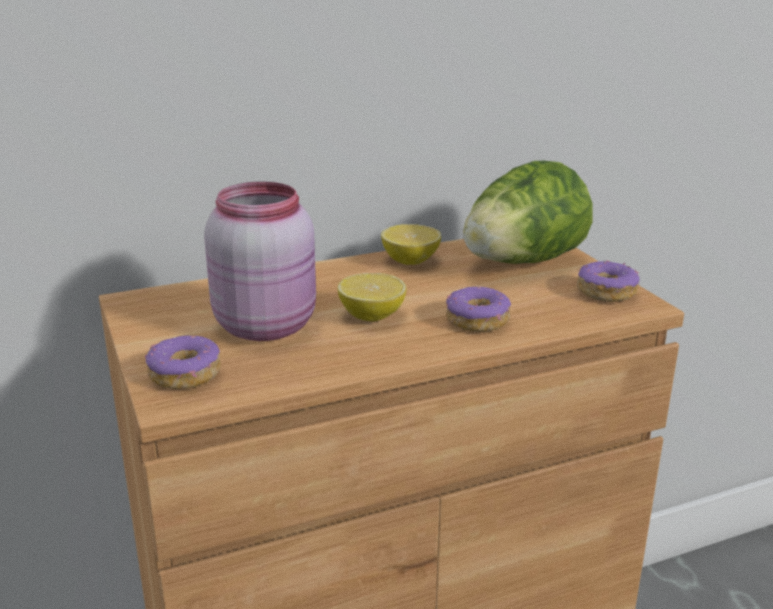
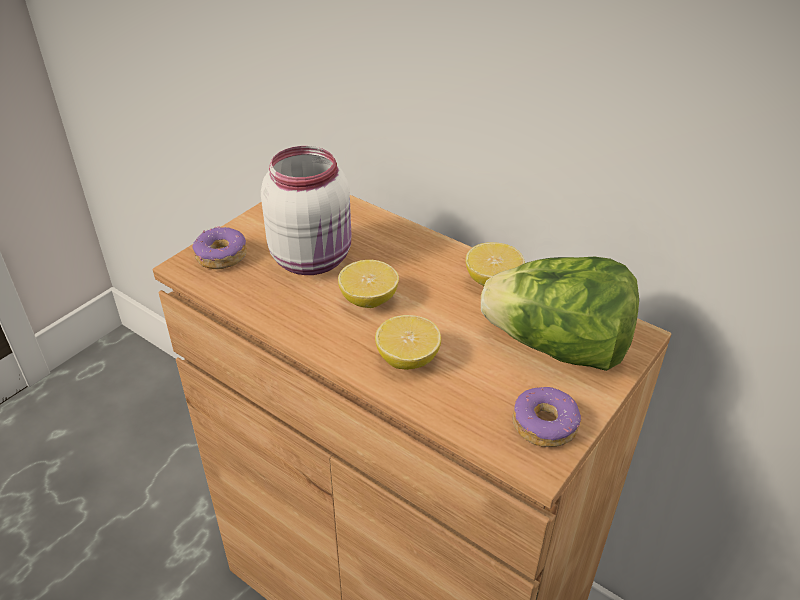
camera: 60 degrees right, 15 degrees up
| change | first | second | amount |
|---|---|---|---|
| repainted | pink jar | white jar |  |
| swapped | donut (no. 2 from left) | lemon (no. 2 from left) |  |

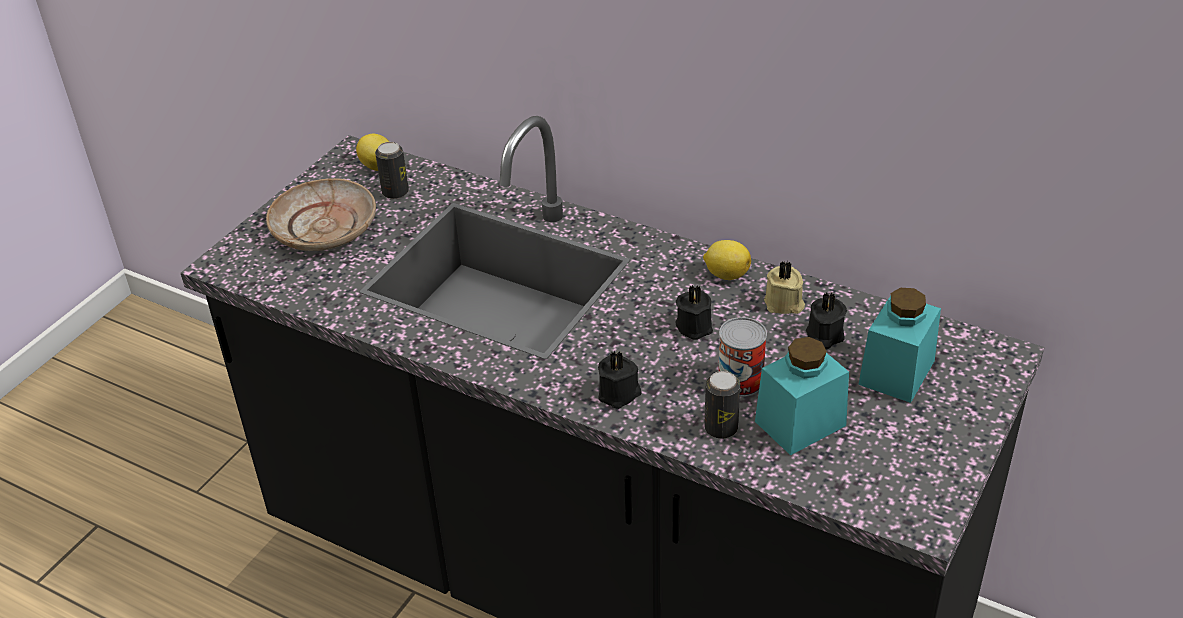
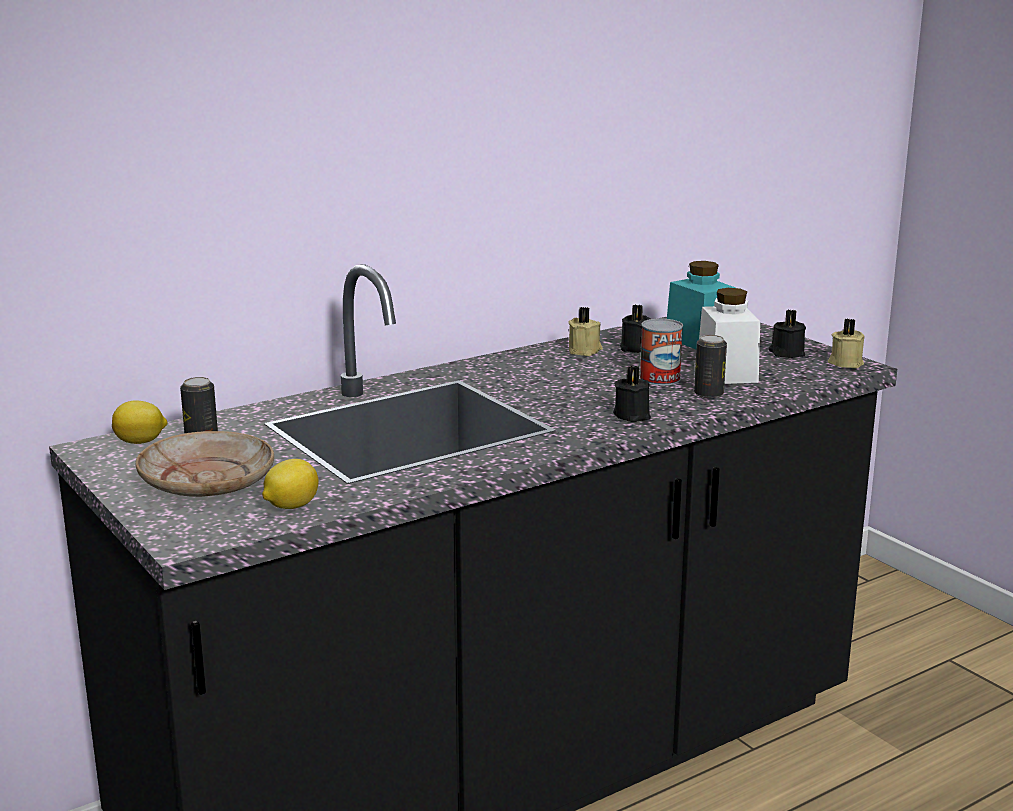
camera: 65 degrees left, 20 degrees down
| change | first | second | amount |
|---|---|---|---|
| shifted | black candle (no. 2 from left in the first image) | black candle (no. 3 from left) |  |
| shifted | lemon (no. 2 from left) |  |  |
| repainted | turquoise jar (no. 1 from left) | white jar |  |
| new |  | beige candle (no. 2 from left) |  |

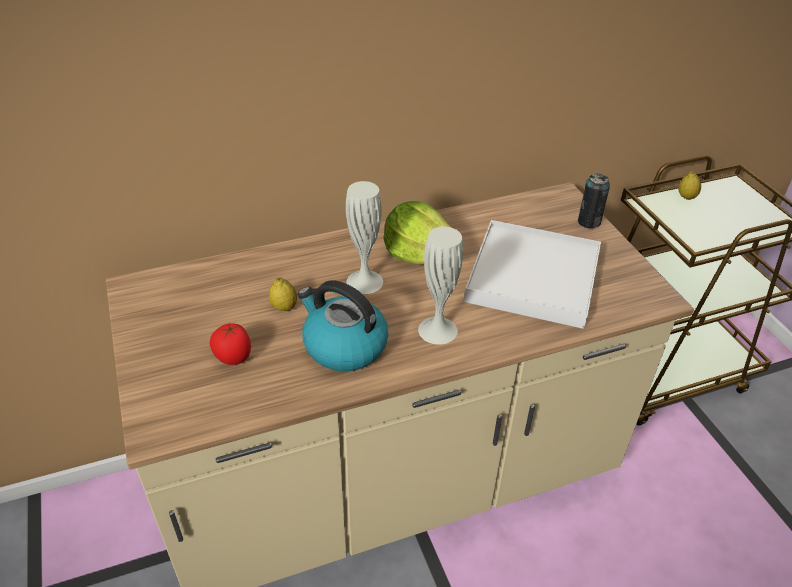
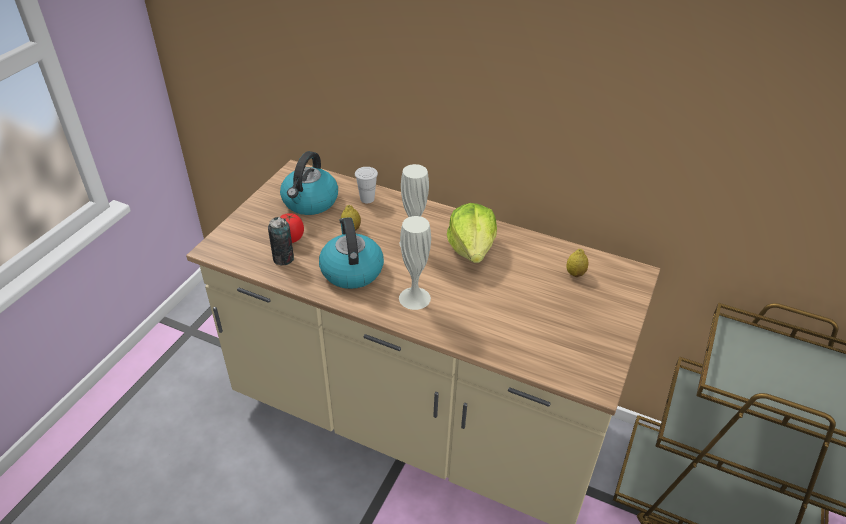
camera: 45 degrees right, 0 degrees up
| change | first | second | amount |
|---|---|---|---|
| gone | white tray |  |  |
| shifted | can |  |  |
| shifted | lemon (no. 2 from left) |  |  |
| new |  | kettle (no. 1 from left) |  |
| new |  | white cup |  |

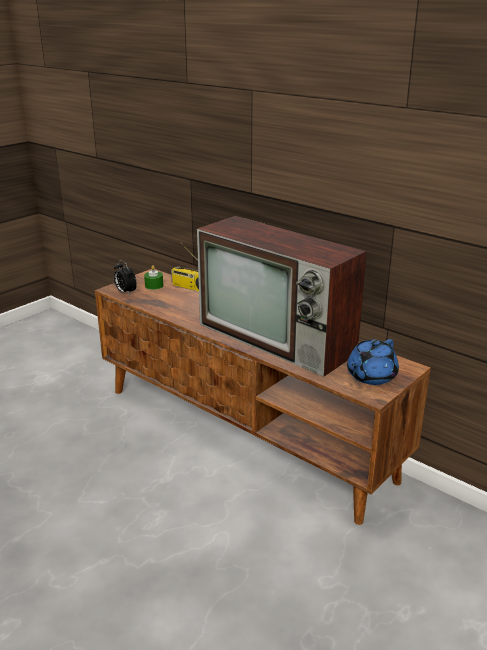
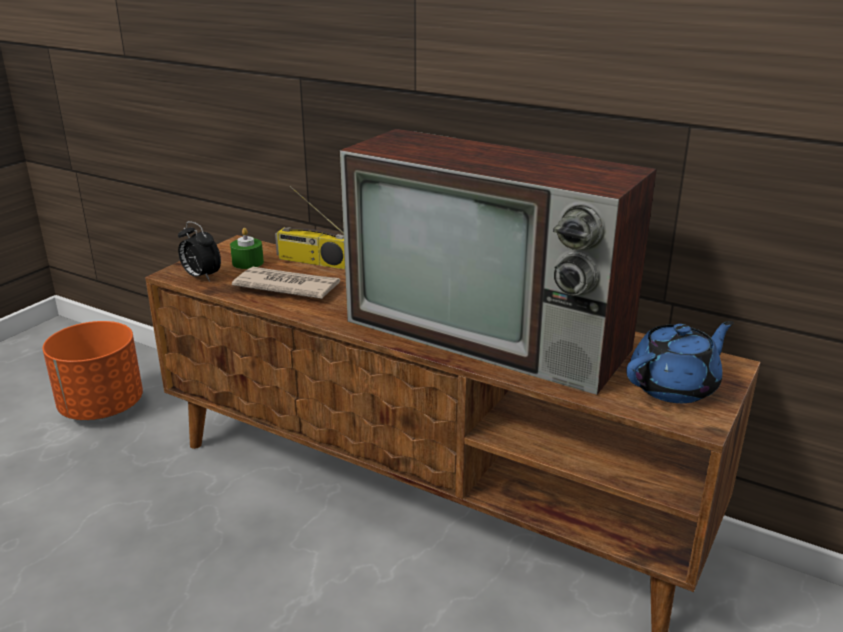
camera: 10 degrees left, 0 degrees up
| change | first | second | amount |
|---|---|---|---|
| rotated | blue teapot |  | 150 degrees counterclockwise |
| new |  | orange planter |  |
| new |  | newspaper |  |

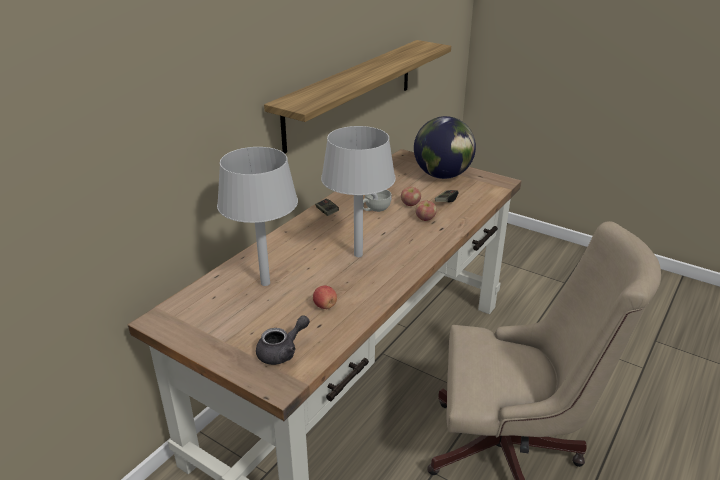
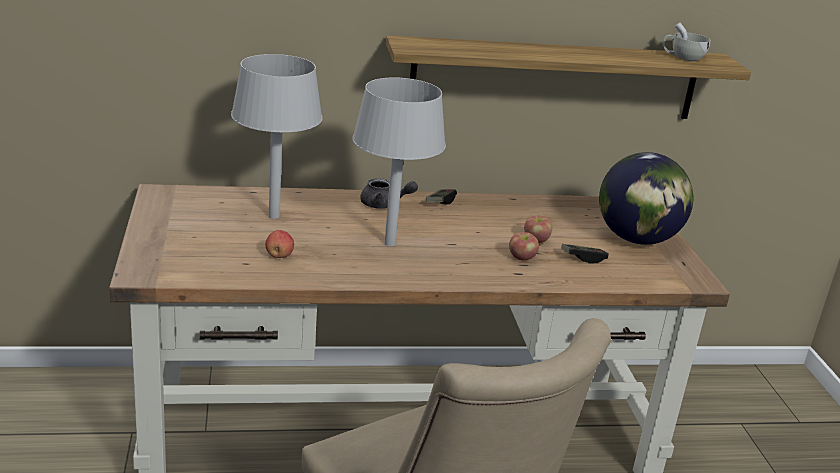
camera: 45 degrees right, 5 degrees down
| change | first | second | amount |
|---|---|---|---|
| shifted | grey teapot |  |  |
| shifted | white cup |  |  |

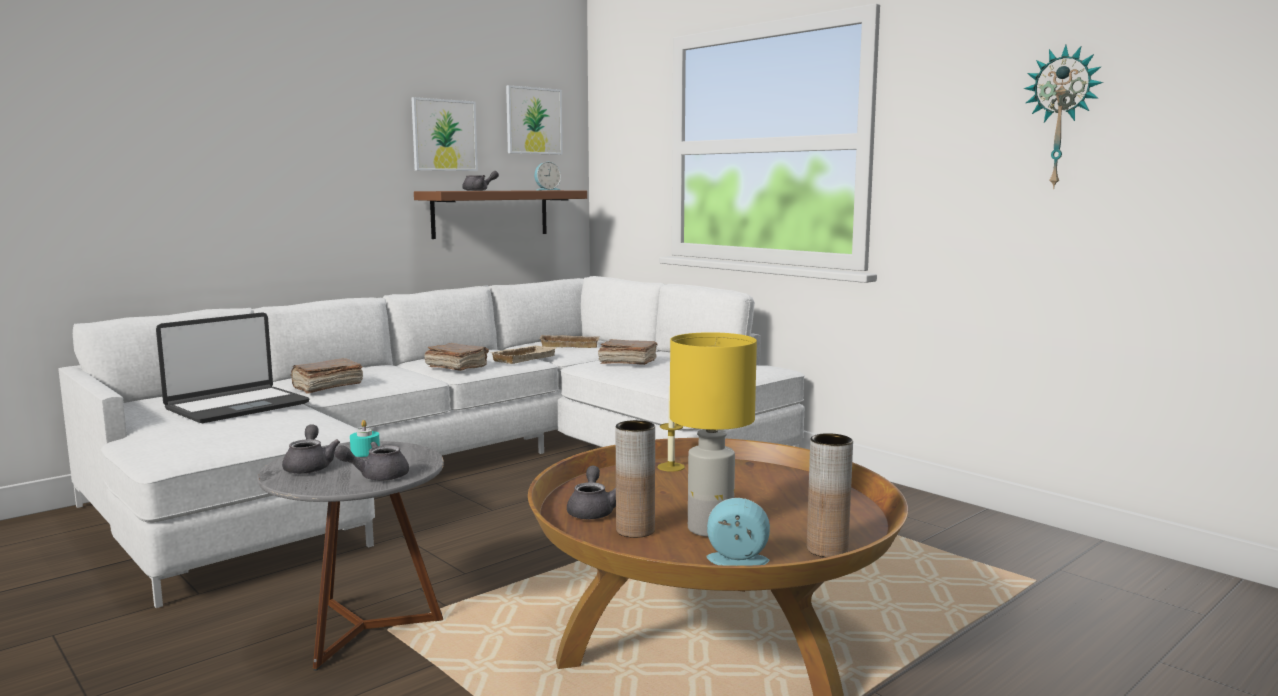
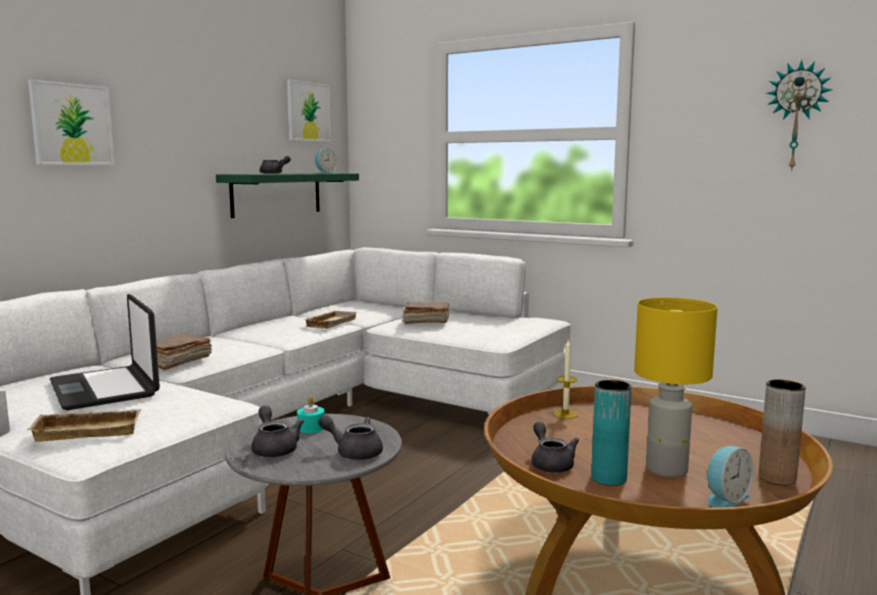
camera: 15 degrees left, 0 degrees up
| change | first | second | amount |
|---|---|---|---|
| rotated | laptop |  | 120 degrees clockwise |
| rotated | grey teapot (no. 2 from left in the first image) | grey teapot (no. 3 from left) | 60 degrees clockwise |
| shifted | picture (no. 1 from left) |  |  |
| repainted | brown shelf | green shelf |  |
| gone | brown book (no. 2 from left) |  |  |
| shifted | beige tray (no. 2 from left in the first image) | beige tray (no. 1 from left) |  |
| repainted | brown vase (no. 1 from left) | turquoise vase |  |
| rotated | alarm clock (no. 2 from left) |  | 150 degrees clockwise |

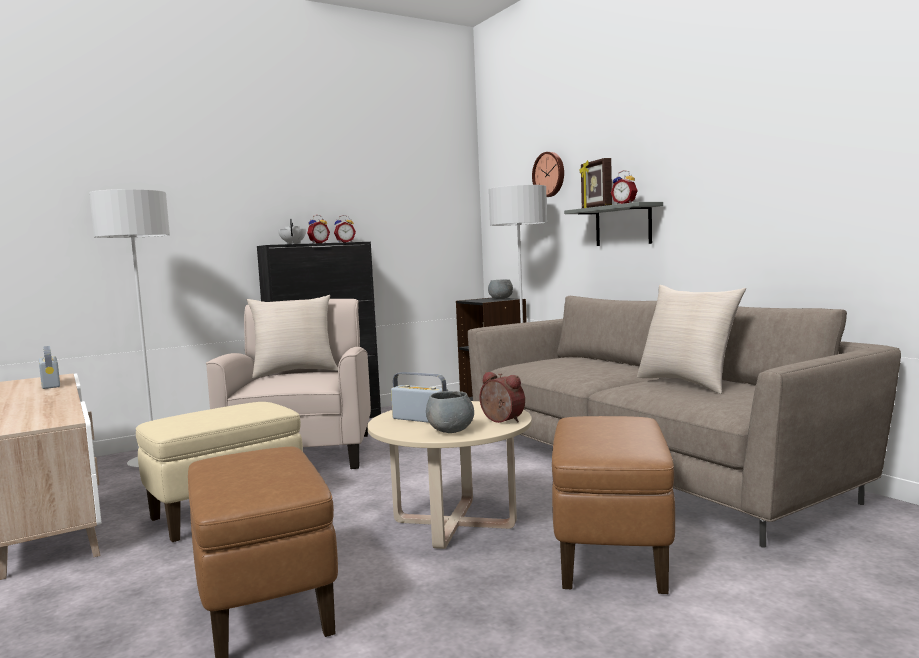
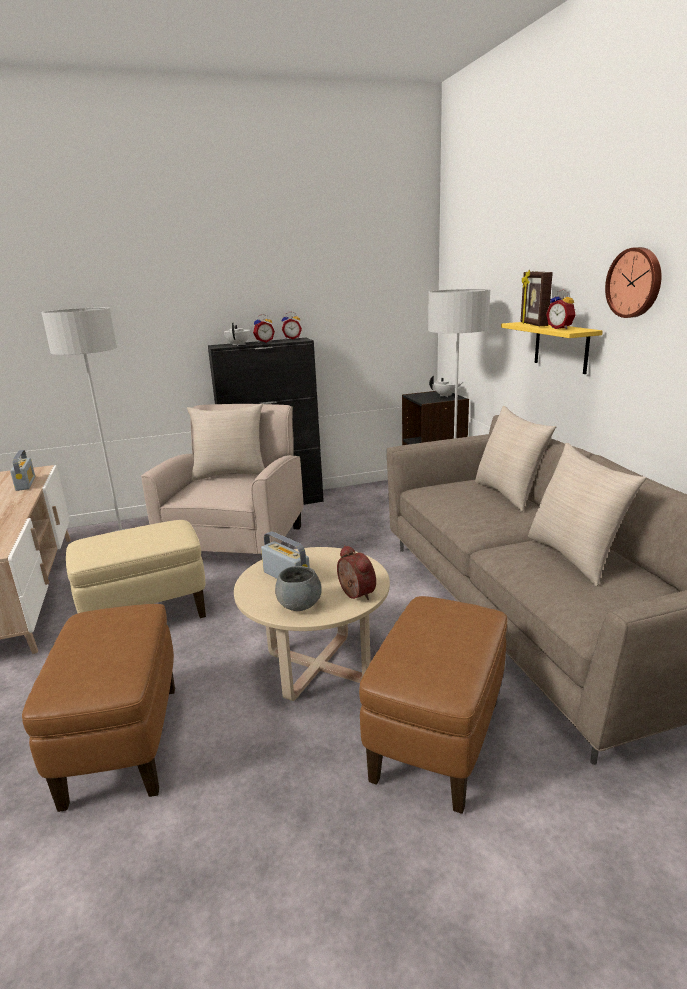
camera: 15 degrees right, 15 degrees up
| change | first | second | amount |
|---|---|---|---|
| swapped | grey bowl (no. 2 from left) | white teapot (no. 2 from left) |  |
| shifted | wall clock |  |  |
| repainted | grey shelf | yellow shelf |  |
| new |  | beige pillow (no. 2 from left) |  |

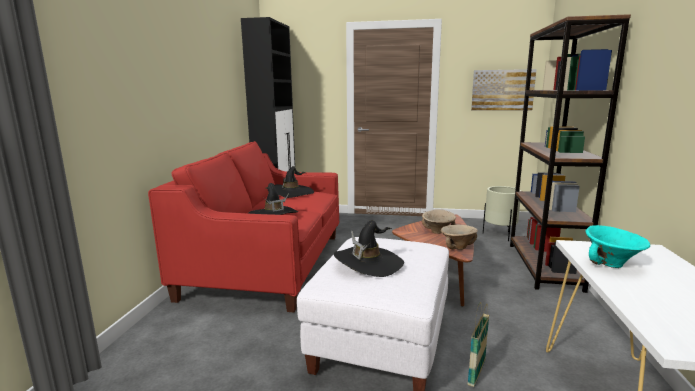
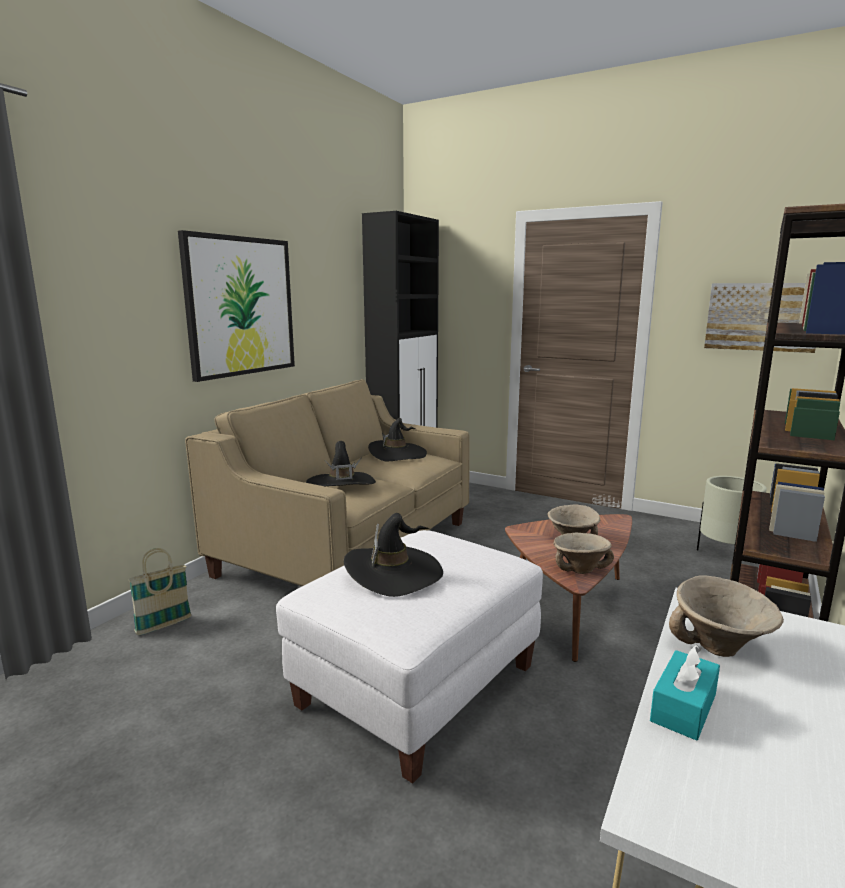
camera: 20 degrees right, 0 degrees up
| change | first | second | amount |
|---|---|---|---|
| repainted | red sofa | beige sofa |  |
| shifted | basket |  |  |
| repainted | turquoise bowl | beige bowl (no. 3 from left) |  |
| new |  | picture (no. 1 from left) |  |
| new |  | turquoise tissue box |  |

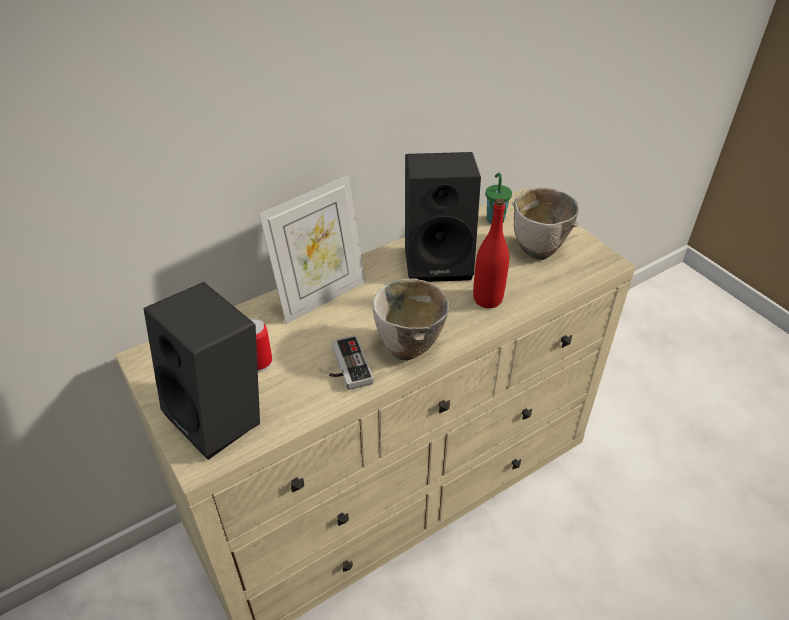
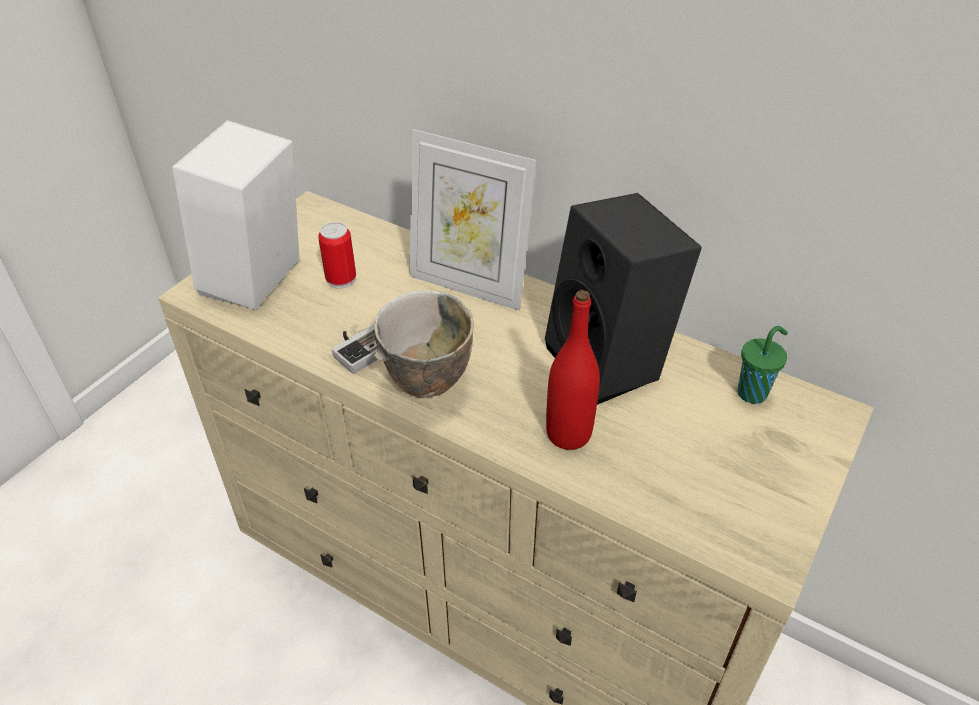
camera: 65 degrees right, 0 degrees up
| change | first | second | amount |
|---|---|---|---|
| repainted | black speaker (no. 1 from left) | white speaker |  |
| gone | bowl (no. 2 from left) |  |  |

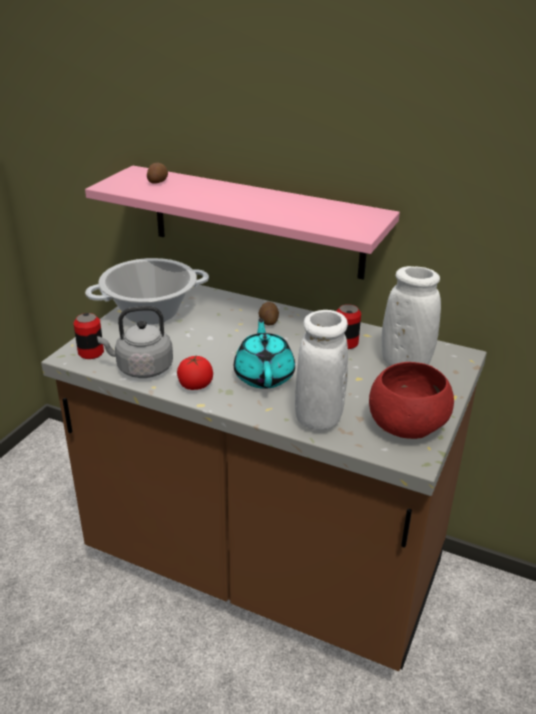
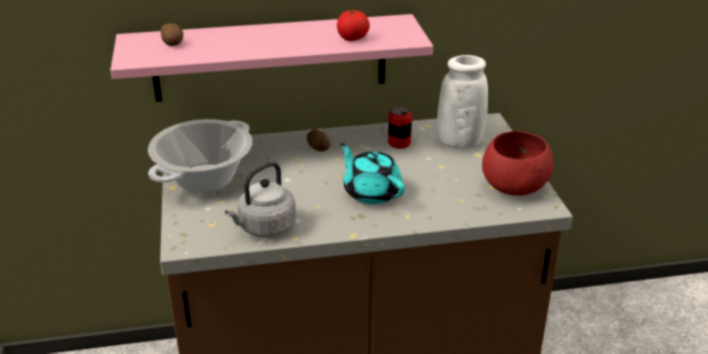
camera: 35 degrees left, 0 degrees up
| change | first | second | amount |
|---|---|---|---|
| gone | can (no. 1 from left) |  |  |
| shifted | tomato |  |  |
| gone | white vase (no. 1 from left) |  |  |

